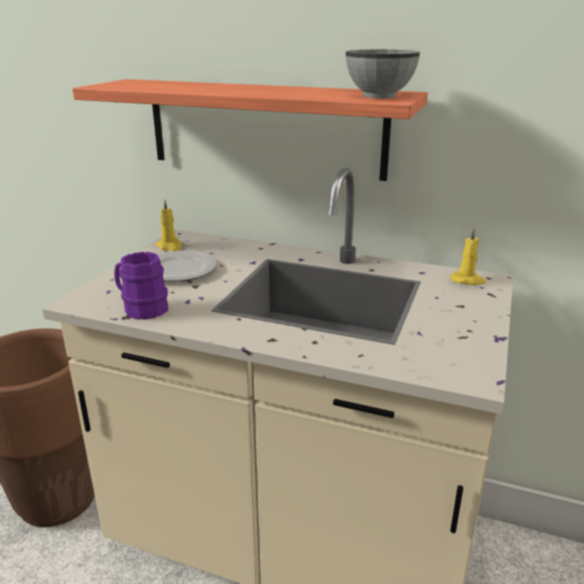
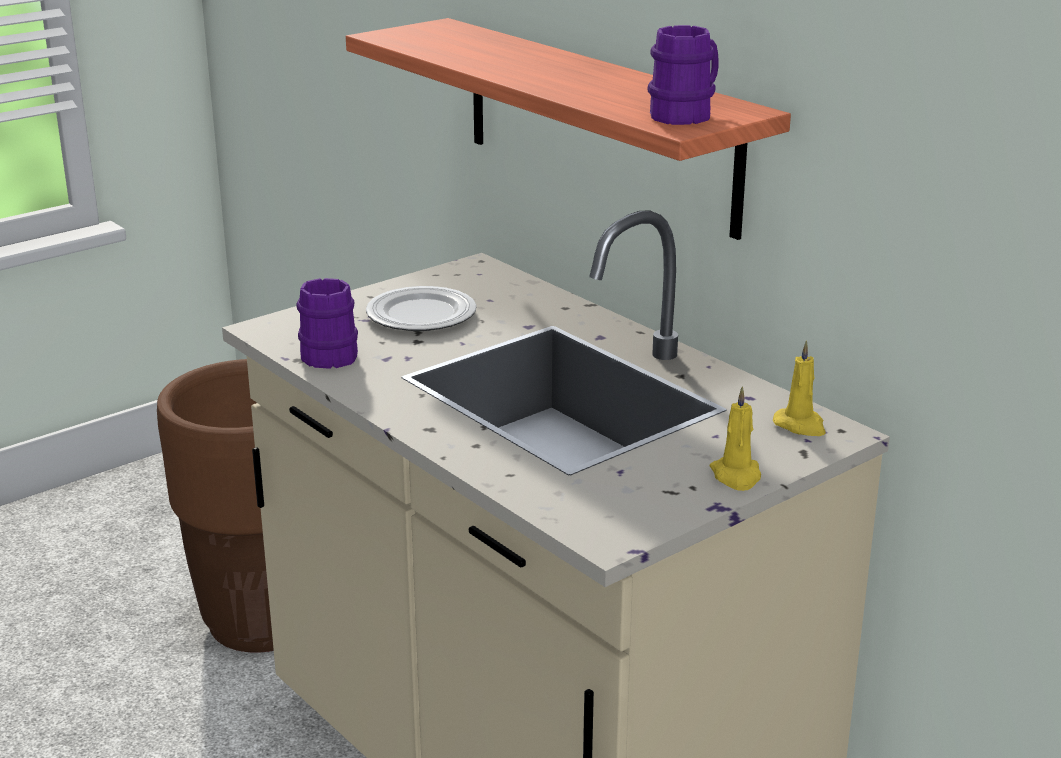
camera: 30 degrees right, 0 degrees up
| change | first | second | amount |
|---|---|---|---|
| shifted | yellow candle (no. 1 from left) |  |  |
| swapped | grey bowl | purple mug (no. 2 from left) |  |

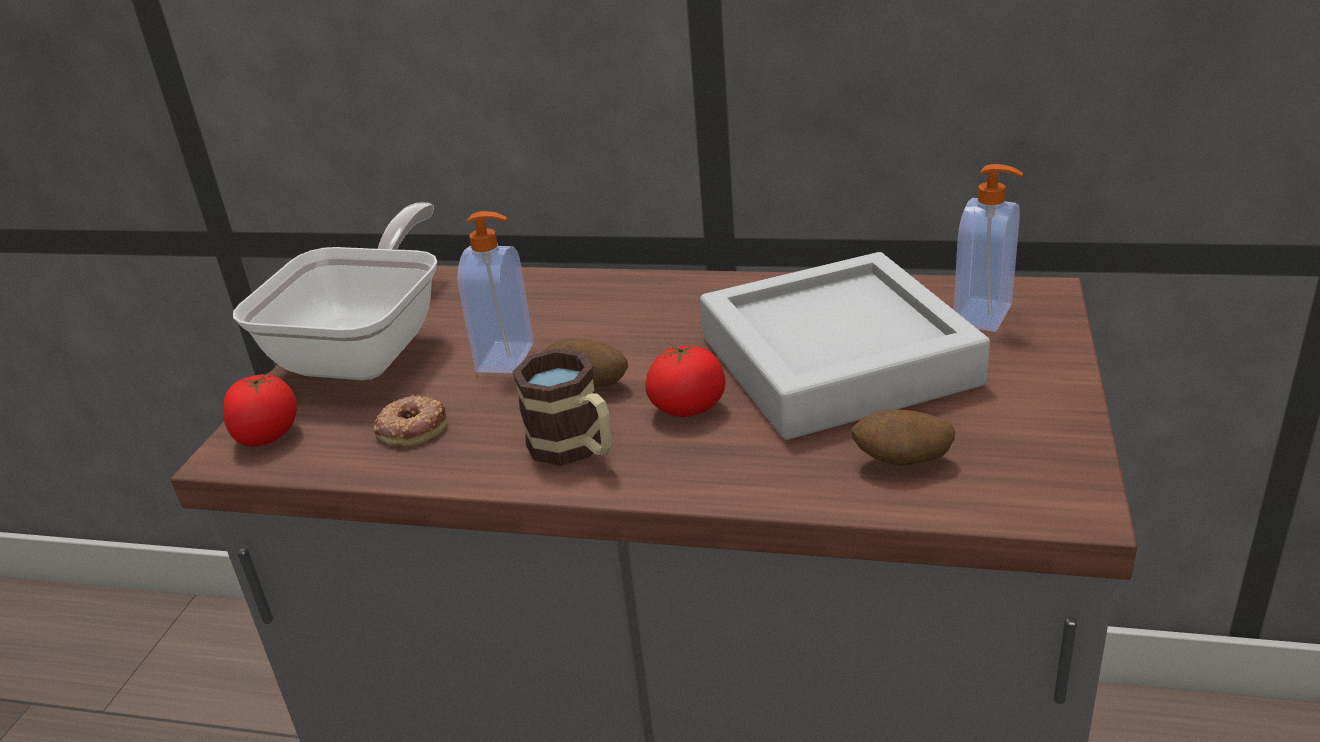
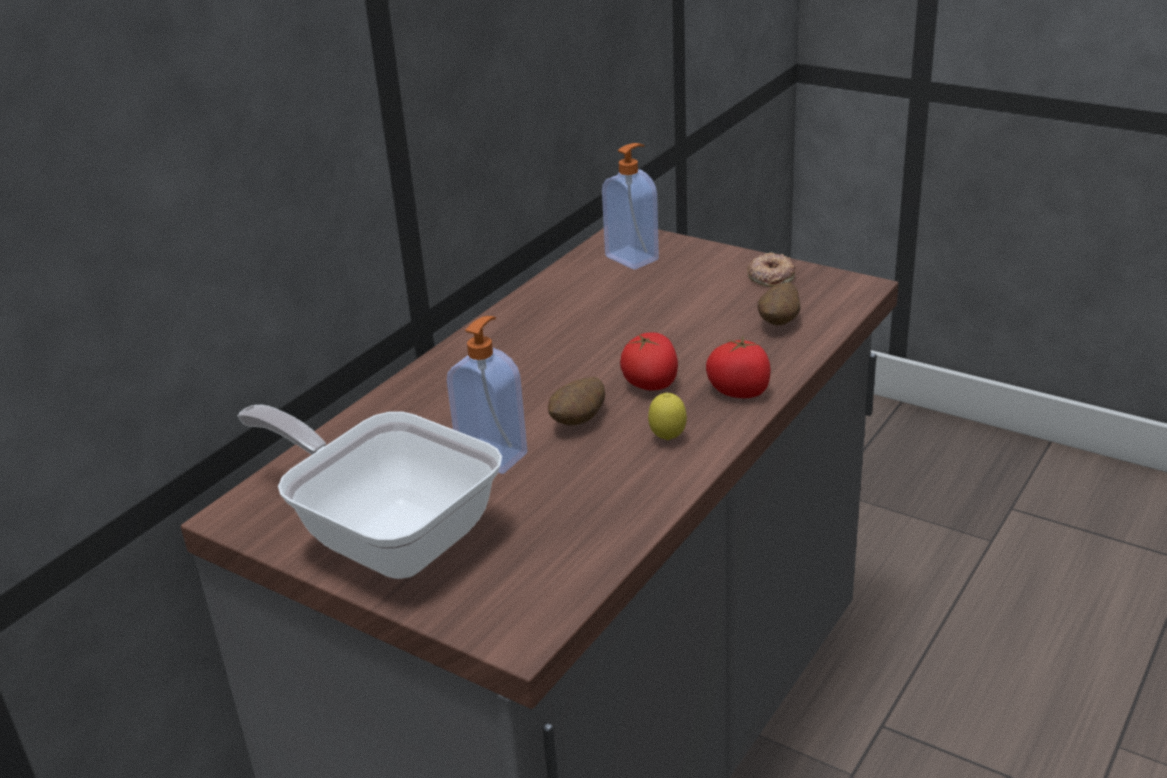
camera: 70 degrees left, 0 degrees up
| change | first | second | amount |
|---|---|---|---|
| shifted | tomato (no. 1 from left in the first image) | tomato (no. 2 from left) |  |
| shifted | donut |  |  |
| swapped | mug | lemon |  |
| gone | grey tray |  |  |

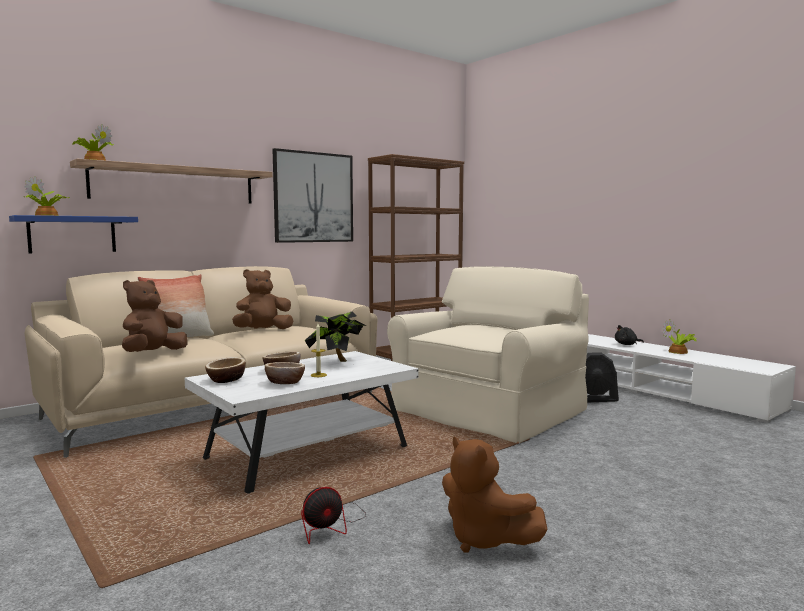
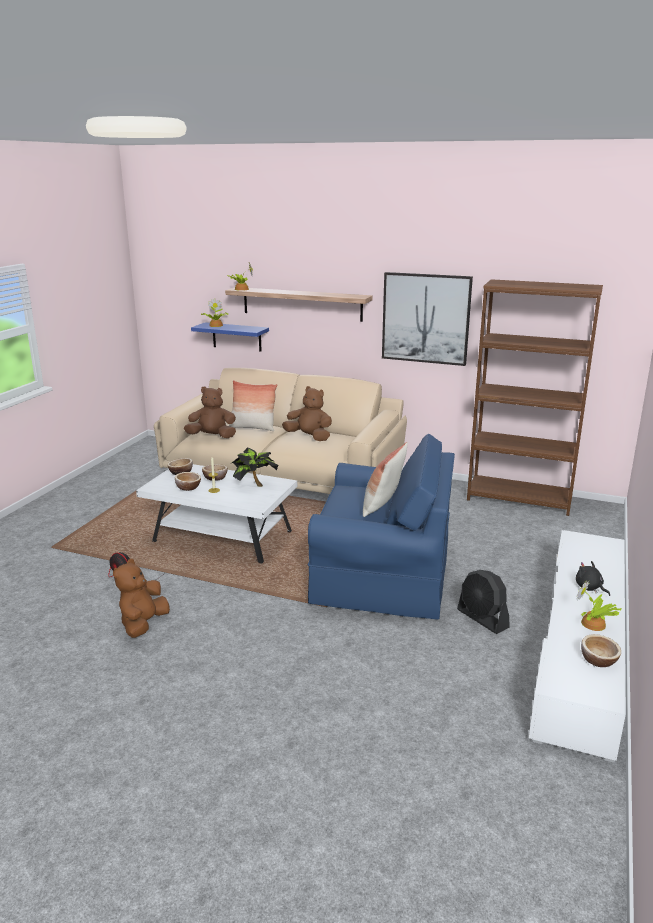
camera: 60 degrees right, 15 degrees up
| change | first | second | amount |
|---|---|---|---|
| repainted | beige armchair | blue armchair |  |
| new |  | pillow (no. 2 from left) |  |
| new |  | bowl (no. 4 from left) |  |

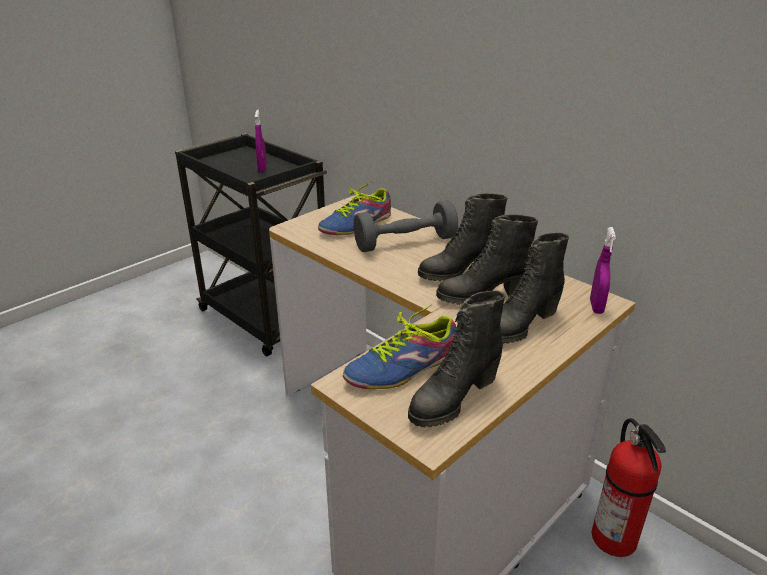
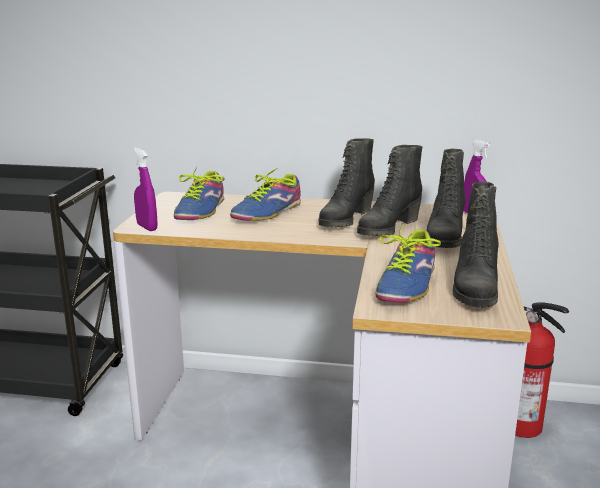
camera: 35 degrees left, 10 degrees down
| change | first | second | amount |
|---|---|---|---|
| shifted | purple spray bottle (no. 1 from left) |  |  |
| swapped | grey dumbbell | shoe (no. 2 from left) |  |

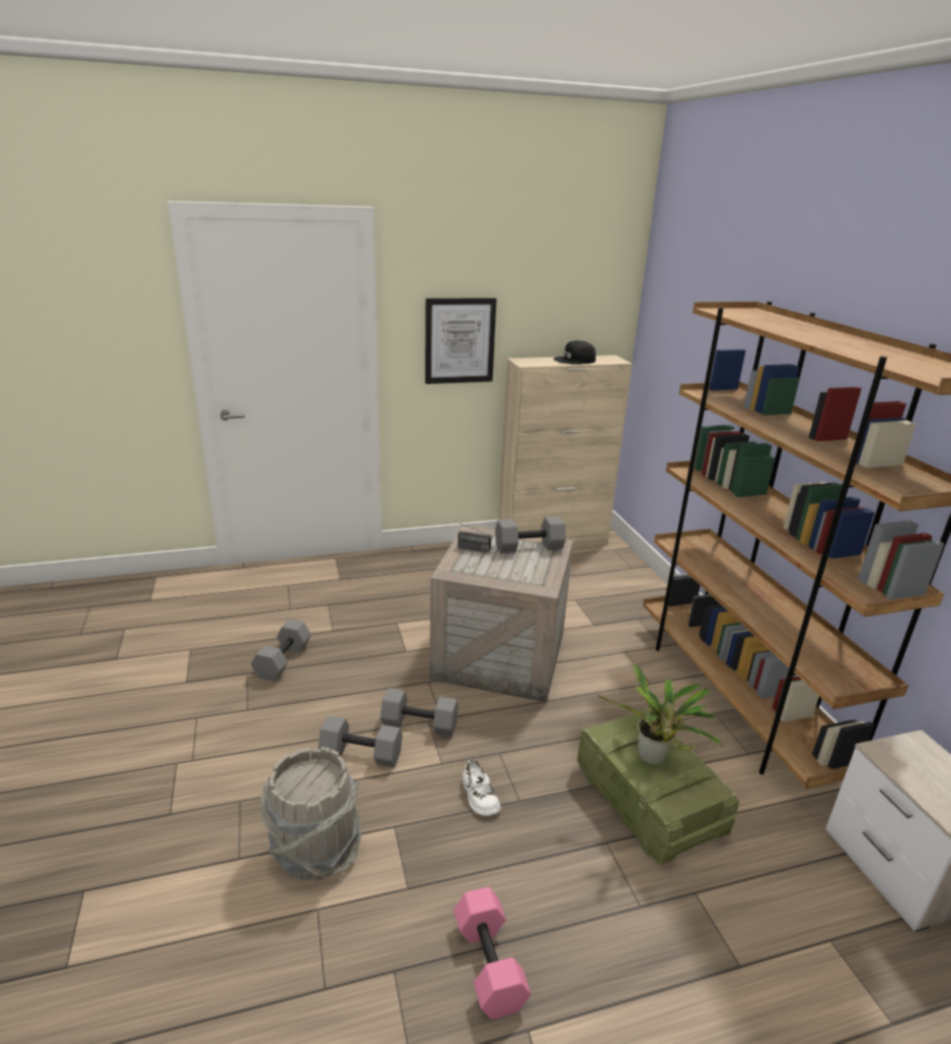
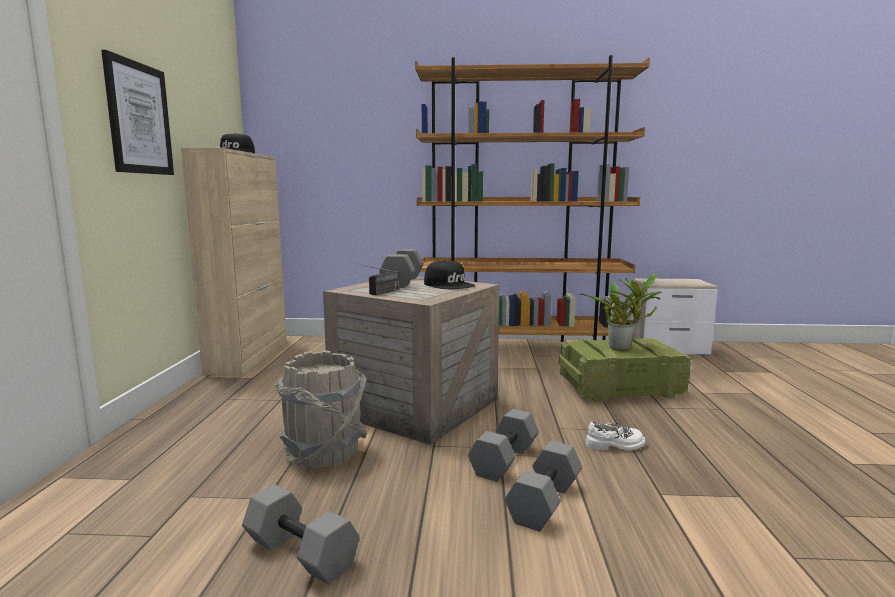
camera: 70 degrees left, 15 degrees down
| change | first | second | amount |
|---|---|---|---|
| shifted | grey bucket |  |  |
| gone | pink dumbbell |  |  |
| new |  | black cap (no. 2 from left) |  |

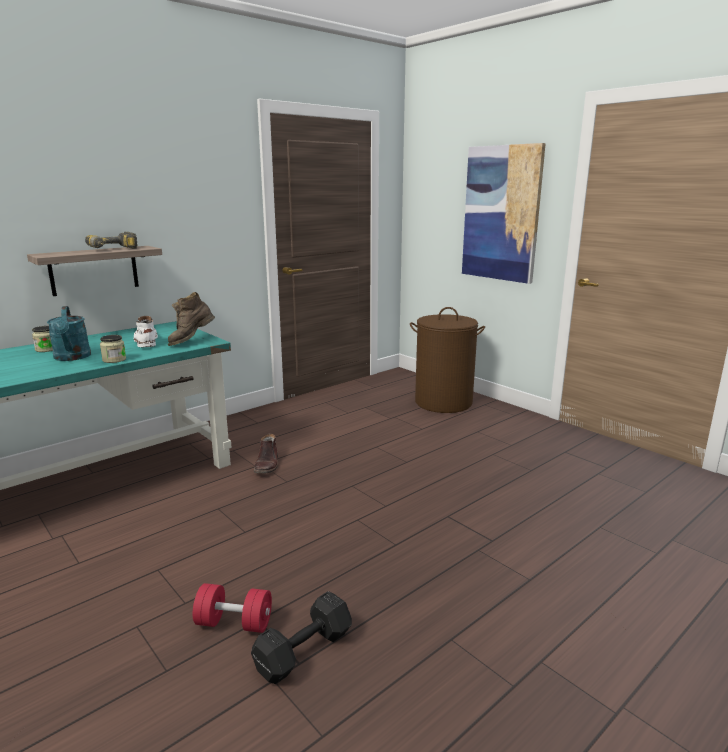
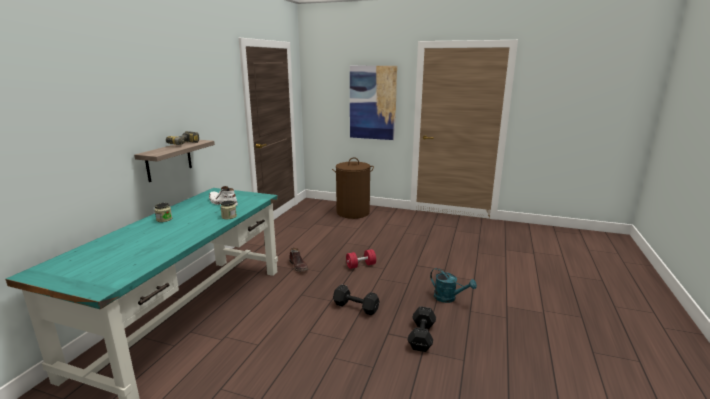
camera: 30 degrees left, 0 degrees up
| change | first | second | amount |
|---|---|---|---|
| shifted | turquoise watering can |  |  |
| gone | brown boot (no. 1 from left) |  |  |
| shifted | red dumbbell |  |  |
| new |  | black dumbbell (no. 1 from left) |  |

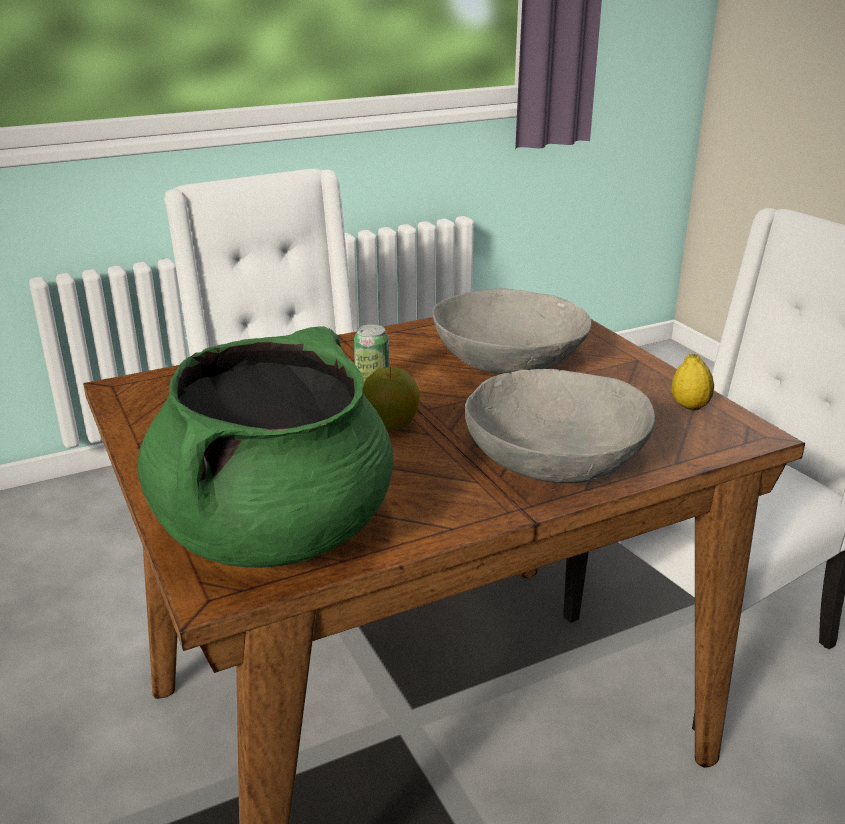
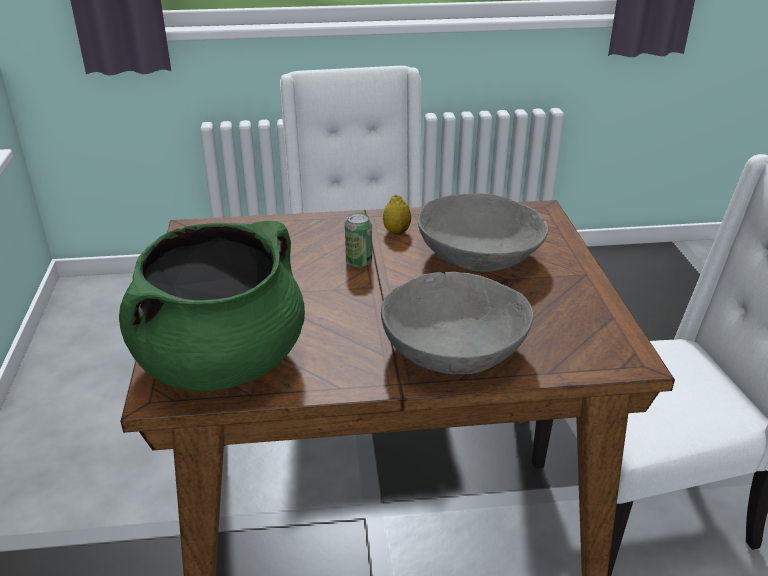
camera: 20 degrees right, 5 degrees up
| change | first | second | amount |
|---|---|---|---|
| gone | apple |  |  |
| shifted | lemon |  |  |

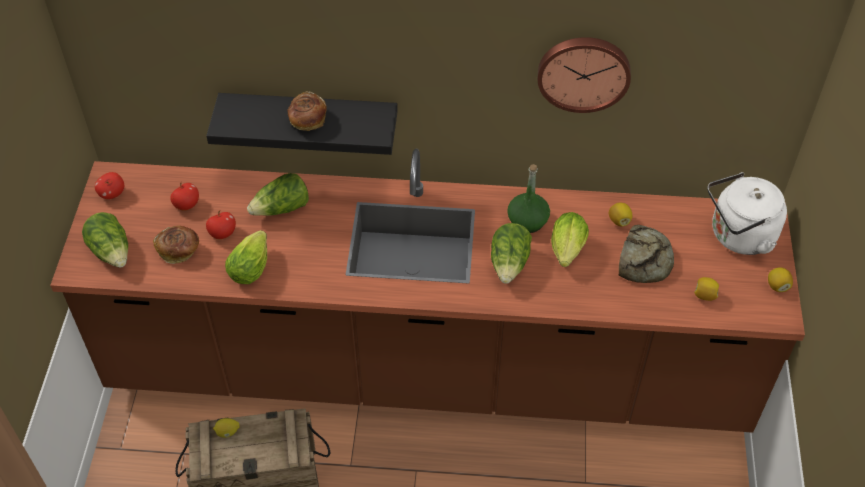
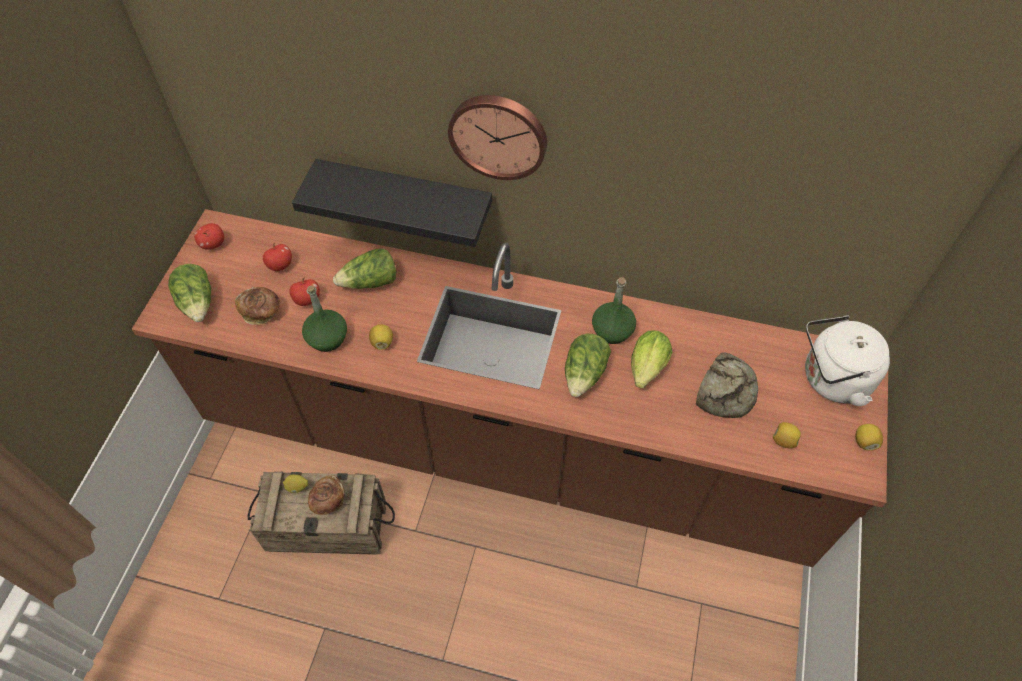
camera: 10 degrees right, 5 degrees up
| change | first | second | amount |
|---|---|---|---|
| swapped | lettuce (no. 2 from left) | green bottle (no. 1 from left) |  |
| shifted | bread (no. 2 from left) |  |  |
| shifted | wall clock |  |  |
| shifted | lemon (no. 2 from left) |  |  |

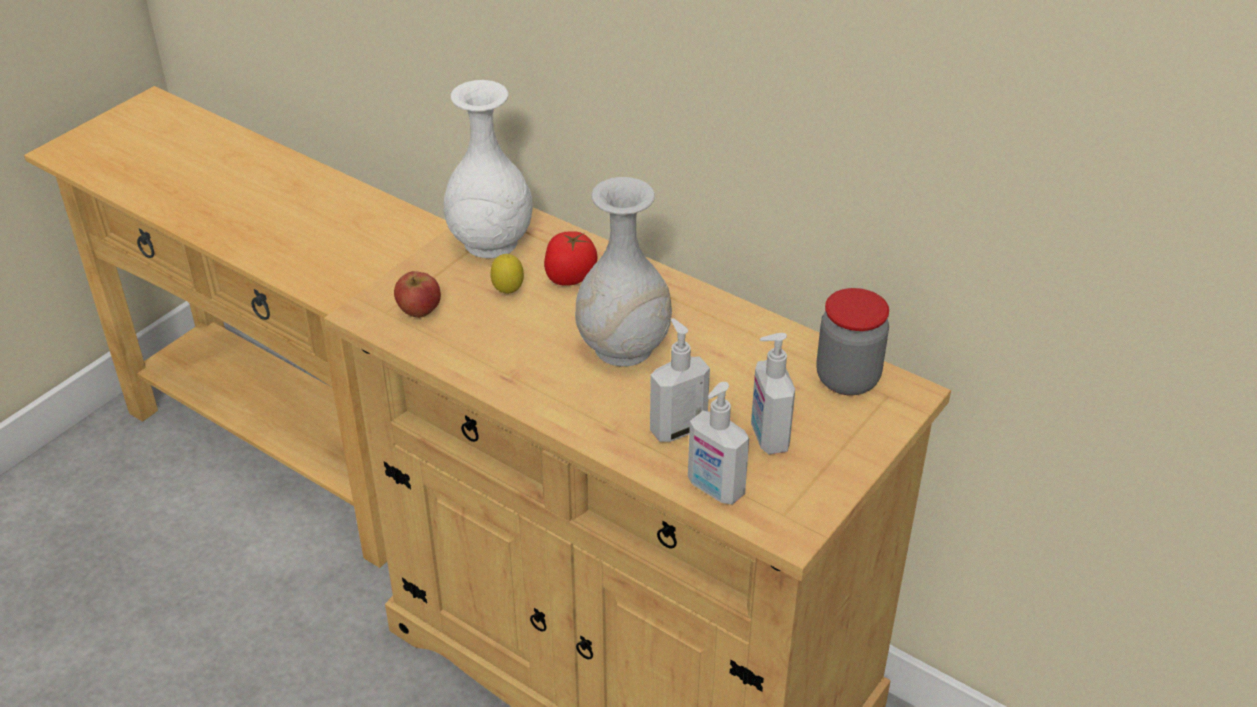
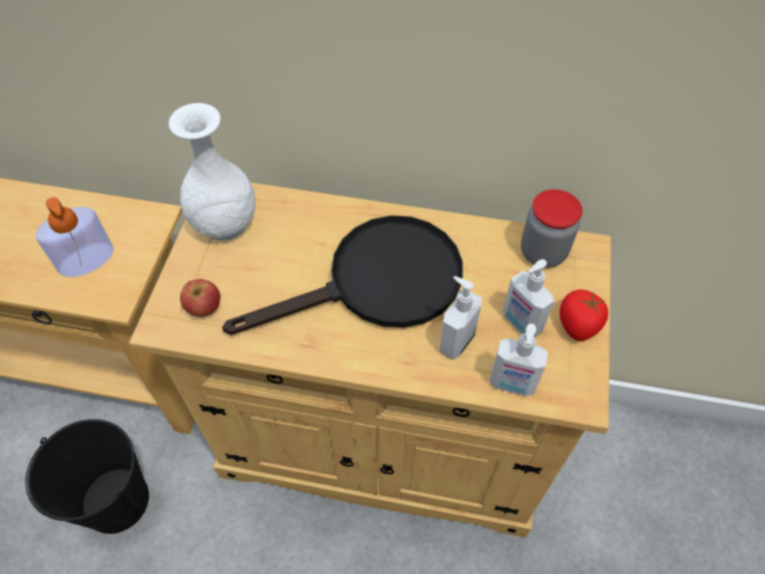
camera: 25 degrees left, 15 degrees up
| change | first | second | amount |
|---|---|---|---|
| gone | lemon |  |  |
| shifted | tomato |  |  |
| swapped | white vase (no. 2 from left) | black frying pan |  |
| new |  | black bucket |  |
| new |  | soap dispenser (no. 1 from left) |  |

